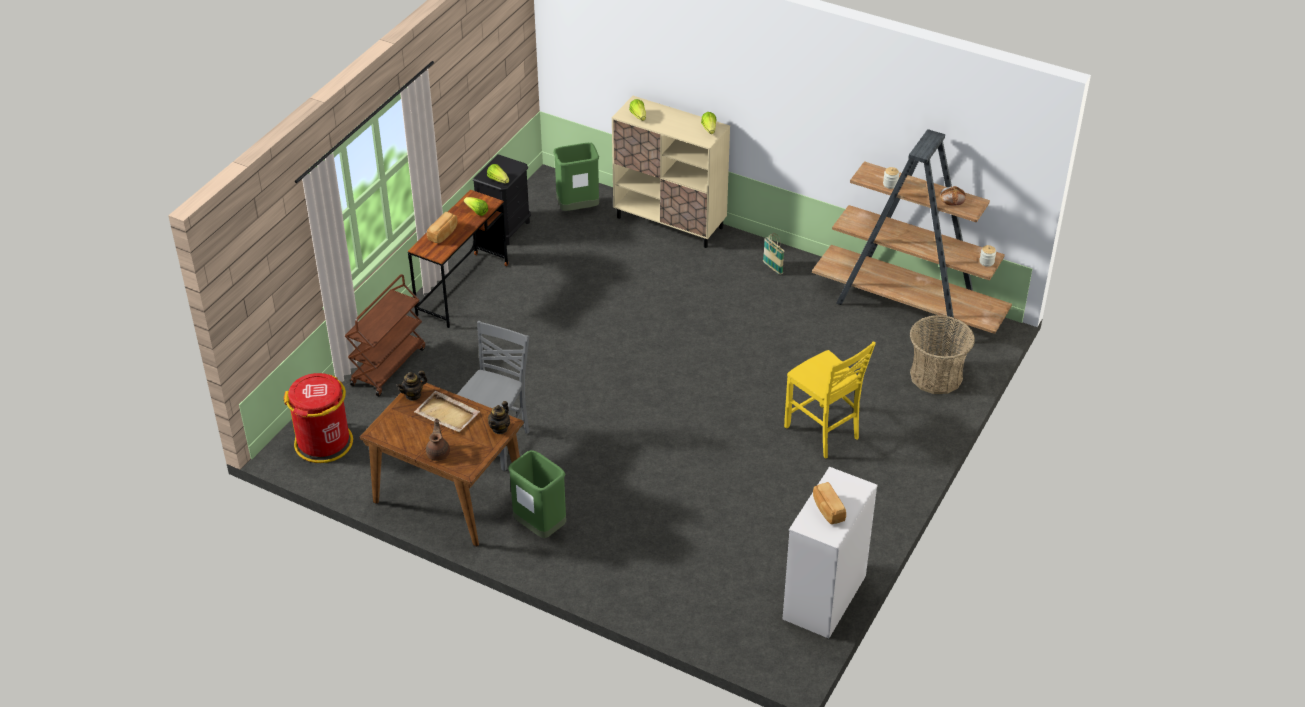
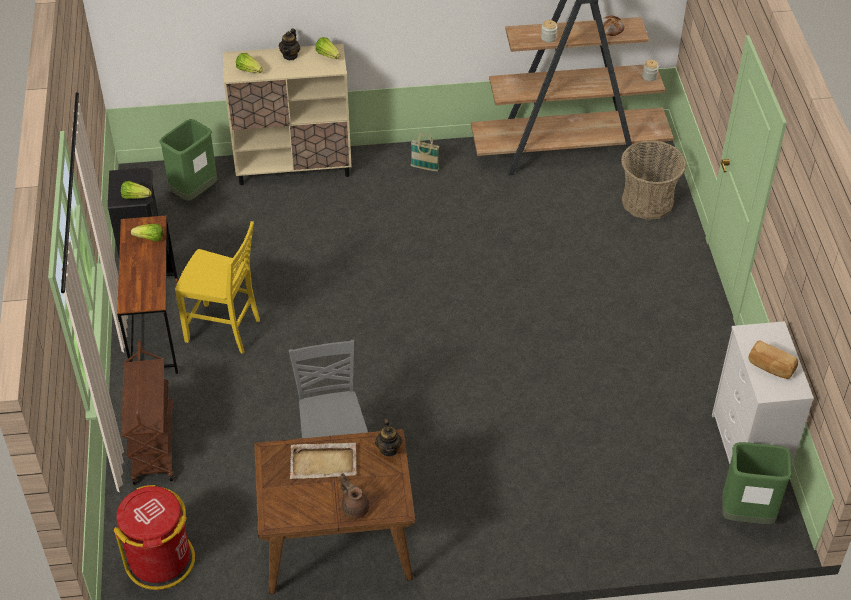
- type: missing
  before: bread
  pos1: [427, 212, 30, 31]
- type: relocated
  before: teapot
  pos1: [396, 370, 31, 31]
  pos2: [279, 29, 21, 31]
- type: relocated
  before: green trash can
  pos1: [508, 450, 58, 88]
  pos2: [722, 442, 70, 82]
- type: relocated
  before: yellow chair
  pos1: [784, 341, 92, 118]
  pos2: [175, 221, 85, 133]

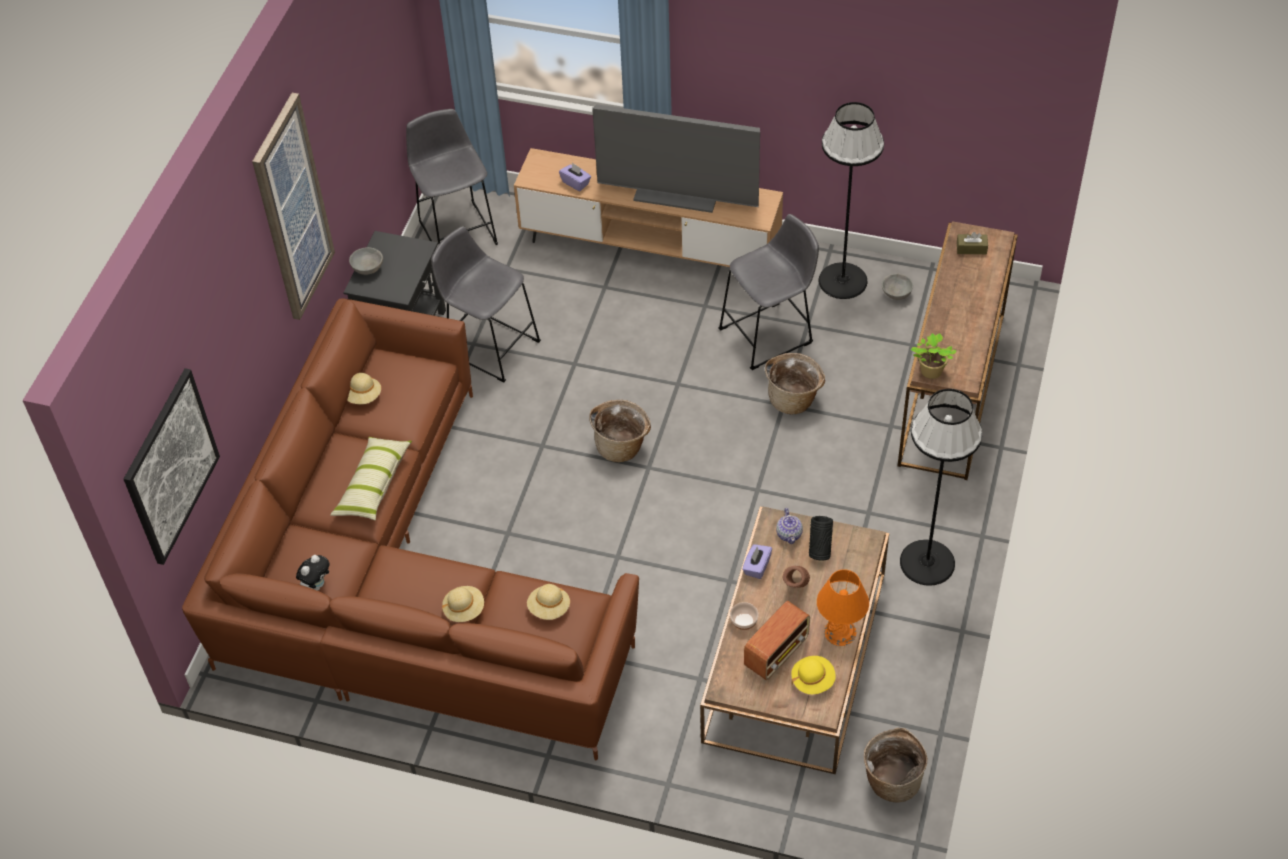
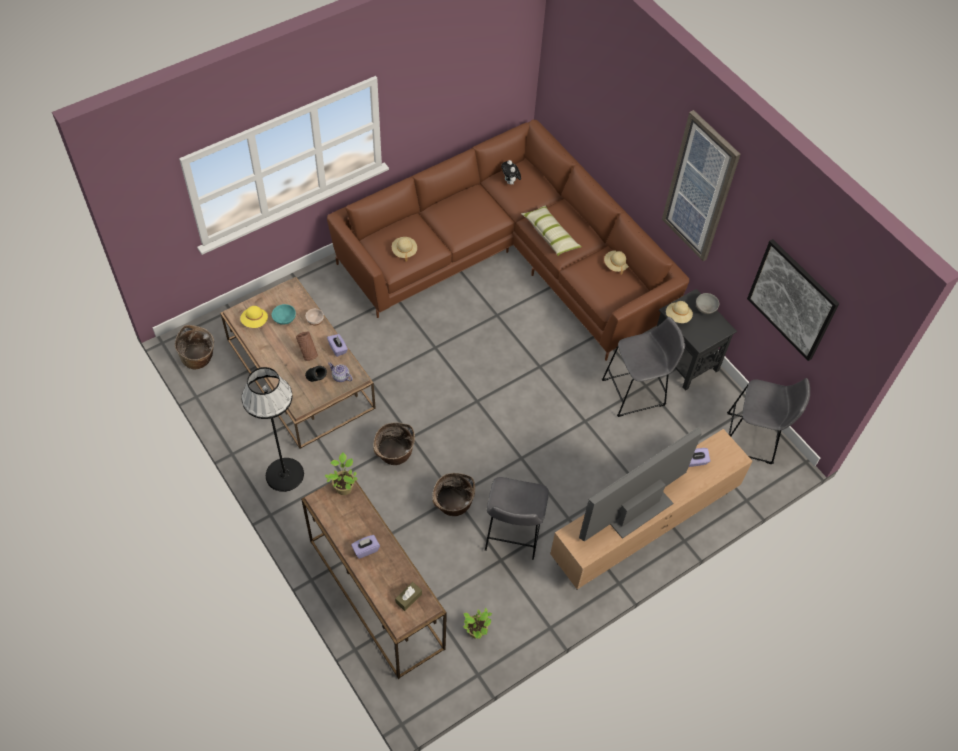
- type: missing
  before: orange table lamp
  pos1: [817, 569, 52, 77]
- type: missing
  before: black floor lamp
  pos1: [818, 102, 66, 197]
- type: appeared
  after: purple tissue box
  pos2: [351, 535, 29, 24]
- type: relocated
  before: picture
  pos1: [124, 368, 96, 197]
  pos2: [747, 239, 92, 122]
- type: relocated
  before: beige hat
  pos1: [442, 586, 42, 36]
  pos2: [666, 301, 27, 22]
- type: relocated
  before: basket
  pos1: [589, 400, 62, 62]
  pos2: [373, 423, 42, 42]
- type: exchanged
  before: radio
  after: turquoise bowl
  pos1: [744, 601, 66, 79]
  pos2: [271, 304, 25, 21]
- type: exchanged
  before: grey bowl
  after: potted plant
  pos1: [882, 273, 31, 27]
  pos2: [463, 608, 29, 31]

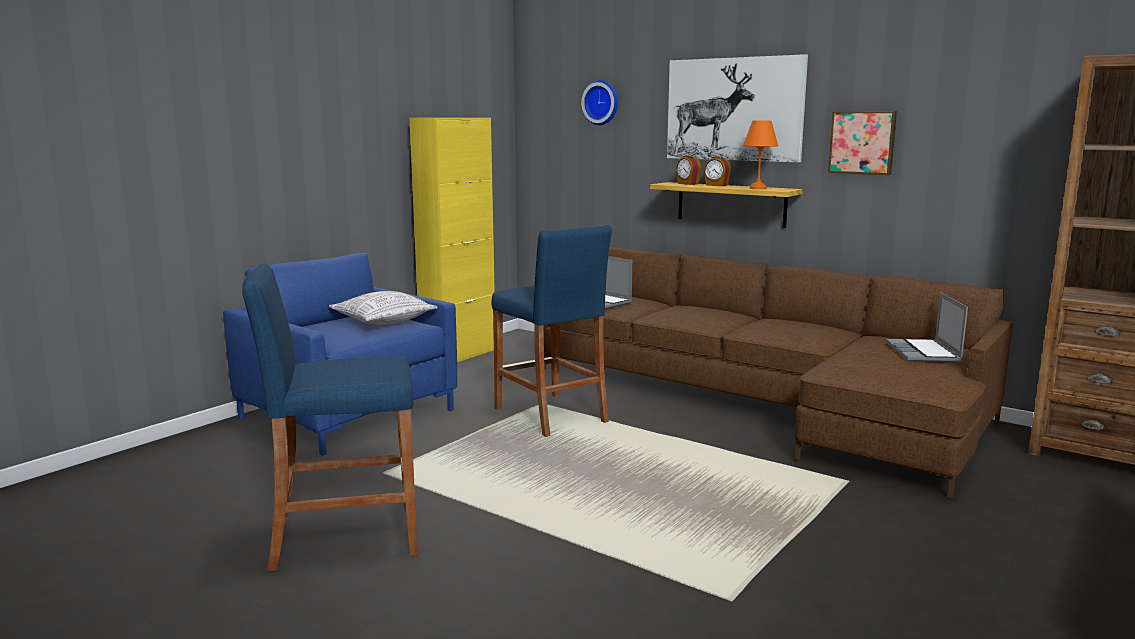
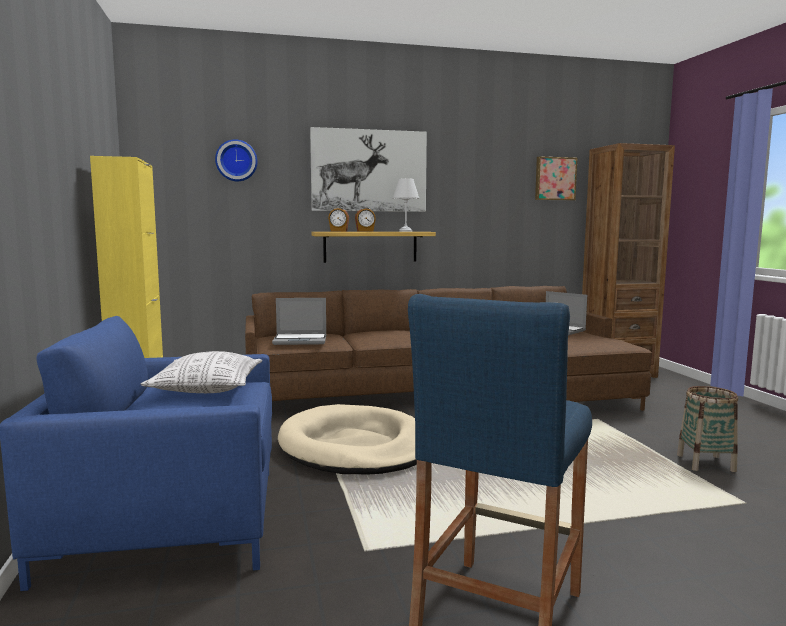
- type: appeared
  after: basket
  pos2: [677, 386, 61, 86]
- type: relocated
  before: picture
  pos1: [828, 111, 69, 64]
  pos2: [535, 156, 42, 44]
- type: exchanged
  before: blue stool
  after: beige dog bed
  pos1: [491, 225, 121, 212]
  pos2: [278, 404, 139, 70]
- type: colour
  before: orange table lamp
  after: white table lamp
  pos1: [743, 121, 35, 68]
  pos2: [393, 178, 26, 54]

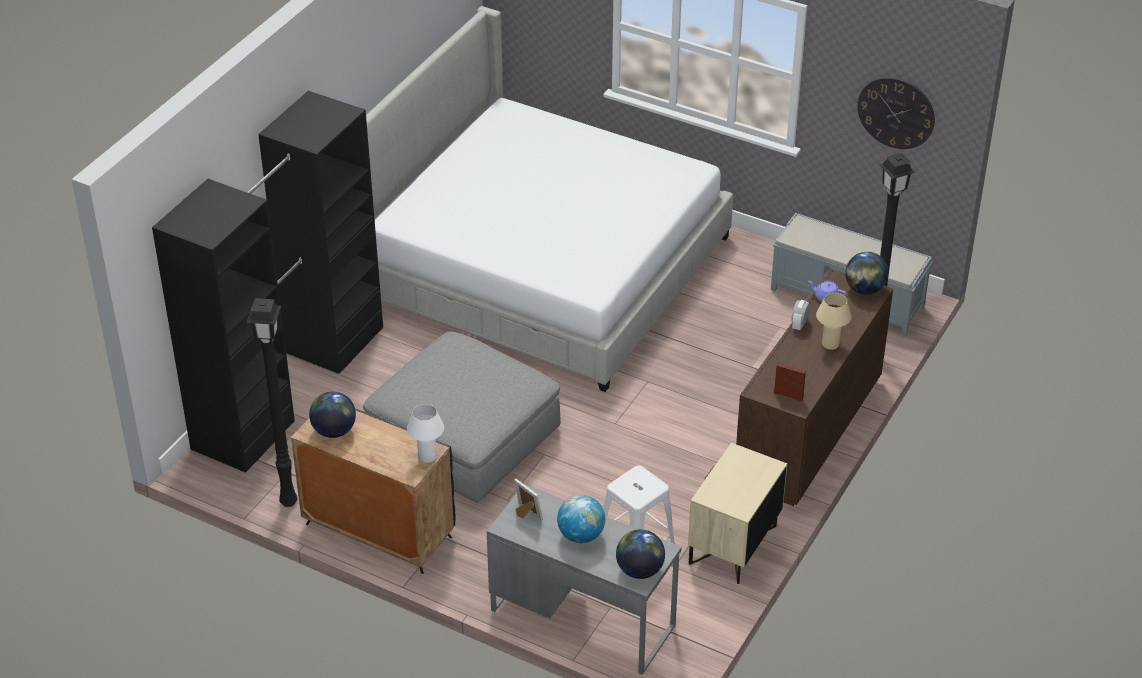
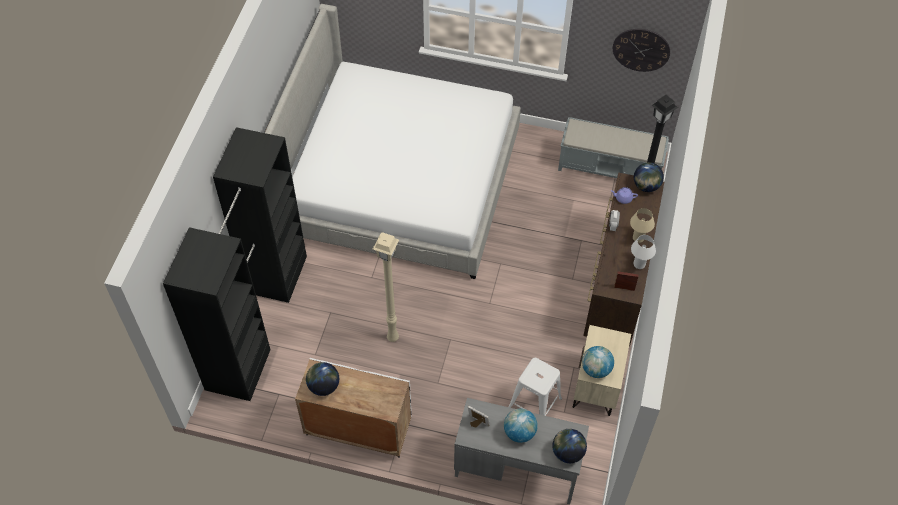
- type: missing
  before: black floor lamp
  pos1: [247, 298, 50, 209]
- type: appeared
  after: globe
  pos2: [582, 346, 32, 32]
- type: relocated
  before: white table lamp
  pos1: [407, 404, 37, 59]
  pos2: [631, 235, 25, 34]
- type: exchanged
  before: grey ottoman
  after: beige floor lamp
  pos1: [363, 331, 198, 171]
  pos2: [373, 232, 26, 110]
- type: colour
  before: black cabinet
  after: white cabinet
  pos1: [291, 408, 164, 166]
  pos2: [295, 358, 117, 100]

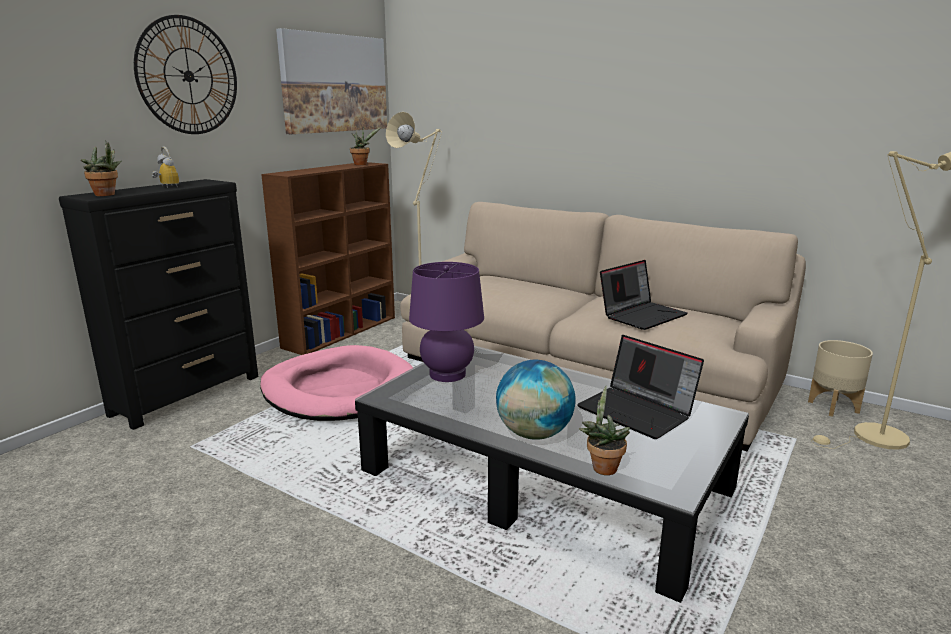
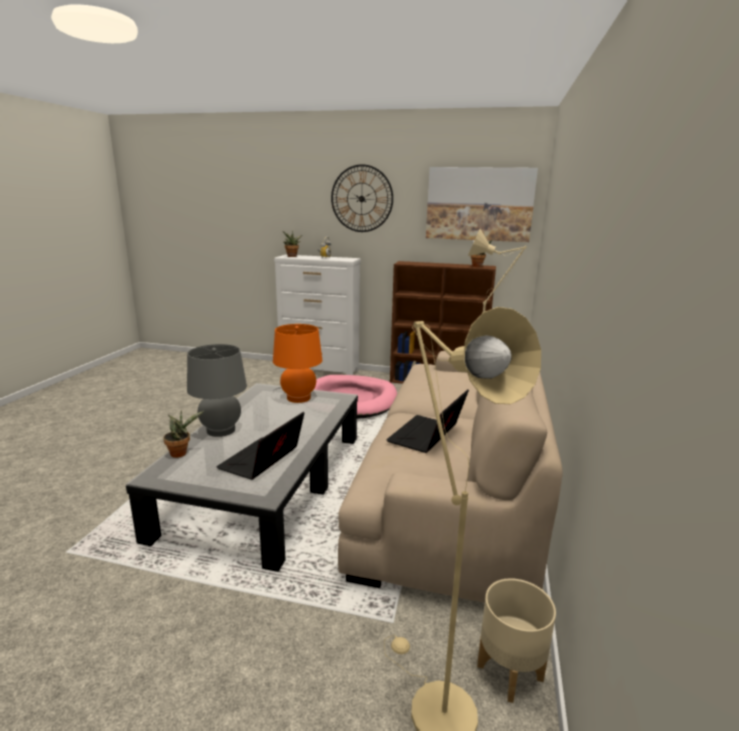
- type: exchanged
  before: globe
  after: grey table lamp
  pos1: [496, 360, 80, 80]
  pos2: [187, 344, 60, 93]
- type: colour
  before: black dresser
  after: white dresser
  pos1: [59, 179, 199, 251]
  pos2: [274, 255, 87, 120]
- type: colour
  before: purple table lamp
  after: orange table lamp
  pos1: [409, 262, 75, 120]
  pos2: [273, 324, 49, 79]
- type: spun
  before: laptop
  pos1: [600, 260, 88, 70]
  pos2: [386, 389, 83, 64]
  turn: 90

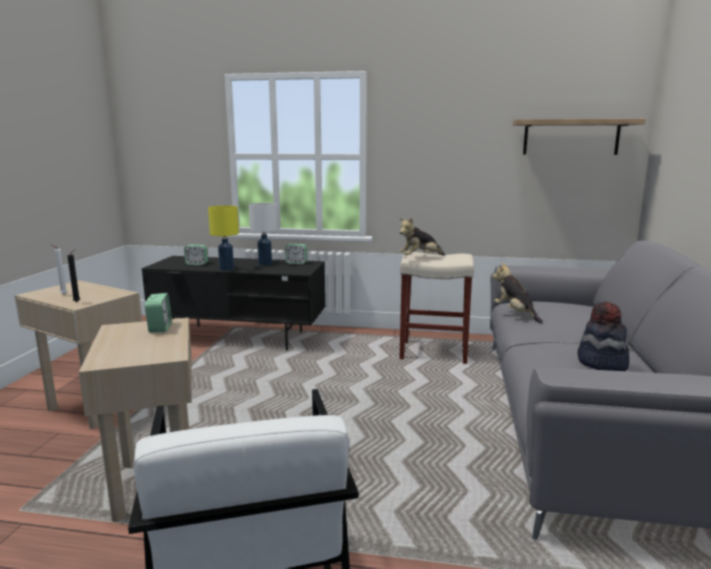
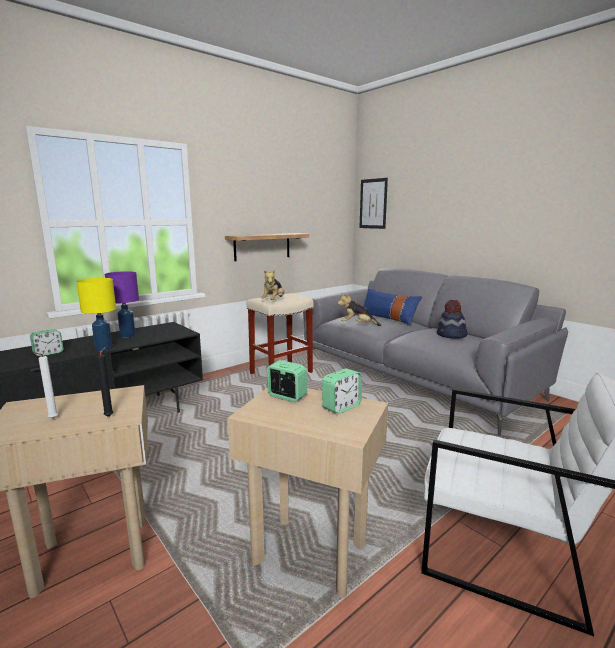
- type: appeared
  after: picture
  pos2: [359, 178, 29, 51]
- type: appeared
  after: blue pillow
  pos2: [363, 288, 59, 38]
- type: relocated
  before: alarm clock
  pos1: [285, 244, 22, 20]
  pos2: [322, 368, 40, 46]
- type: relocated
  before: shelf
  pos1: [513, 119, 133, 36]
  pos2: [225, 233, 84, 28]
- type: colour
  before: white table lamp
  after: purple table lamp
  pos1: [249, 203, 28, 62]
  pos2: [105, 271, 34, 66]

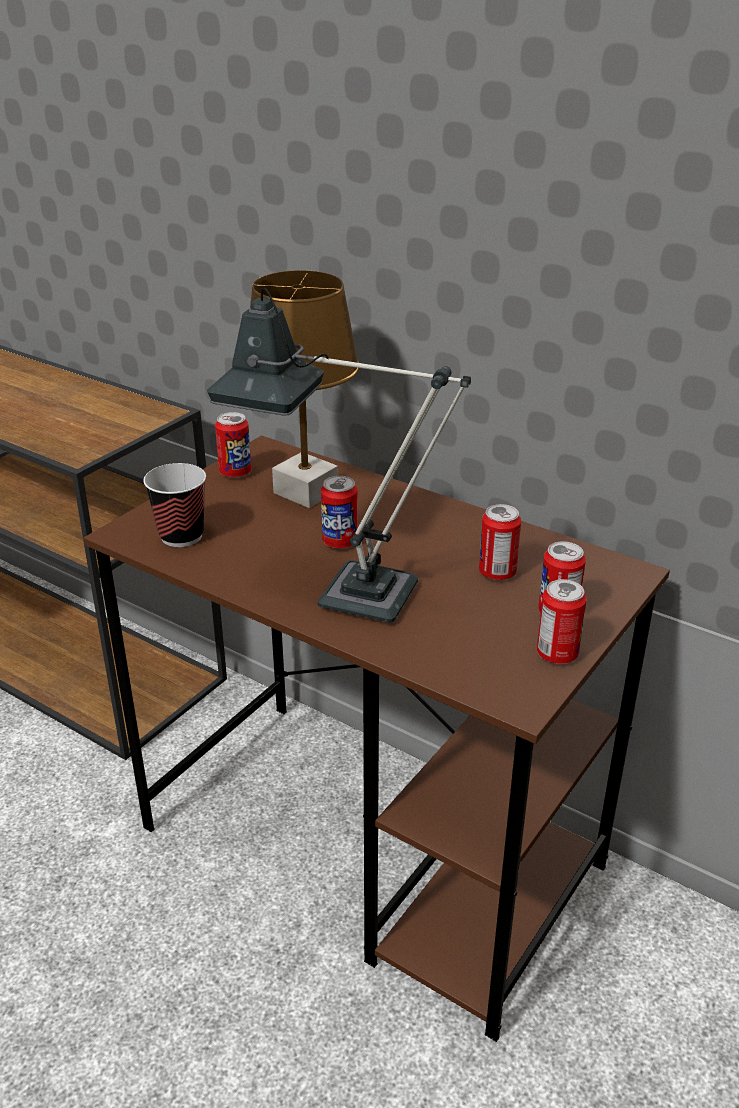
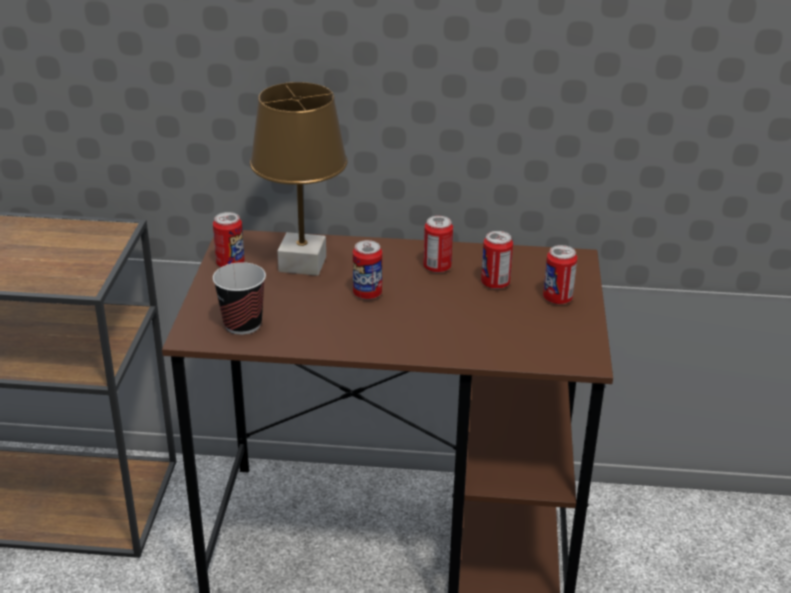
- type: missing
  before: table lamp
  pos1: [207, 287, 264, 335]
- type: relocated
  before: can
  pos1: [537, 579, 50, 85]
  pos2: [423, 216, 30, 57]

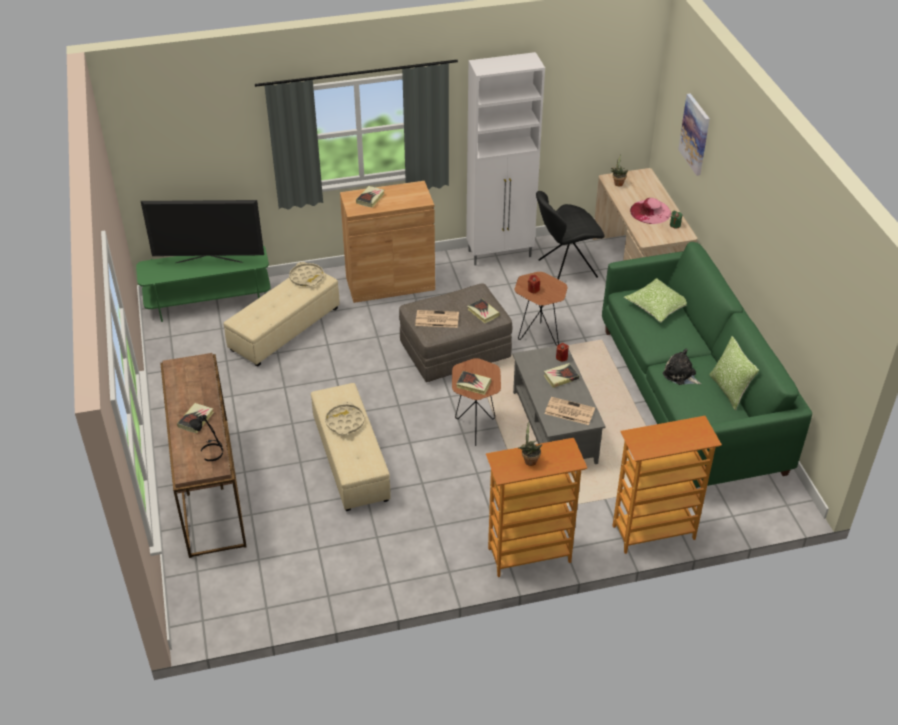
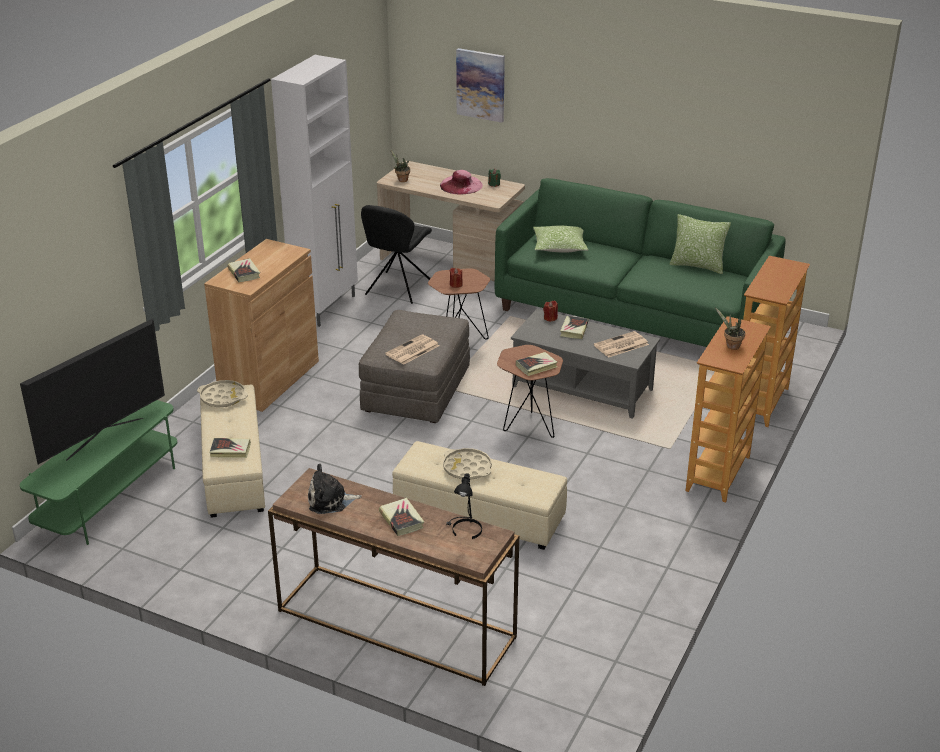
- type: relocated
  before: book
  pos1: [467, 298, 33, 25]
  pos2: [209, 438, 42, 20]
- type: relocated
  before: plush toy
  pos1: [663, 349, 38, 36]
  pos2: [308, 464, 54, 50]

